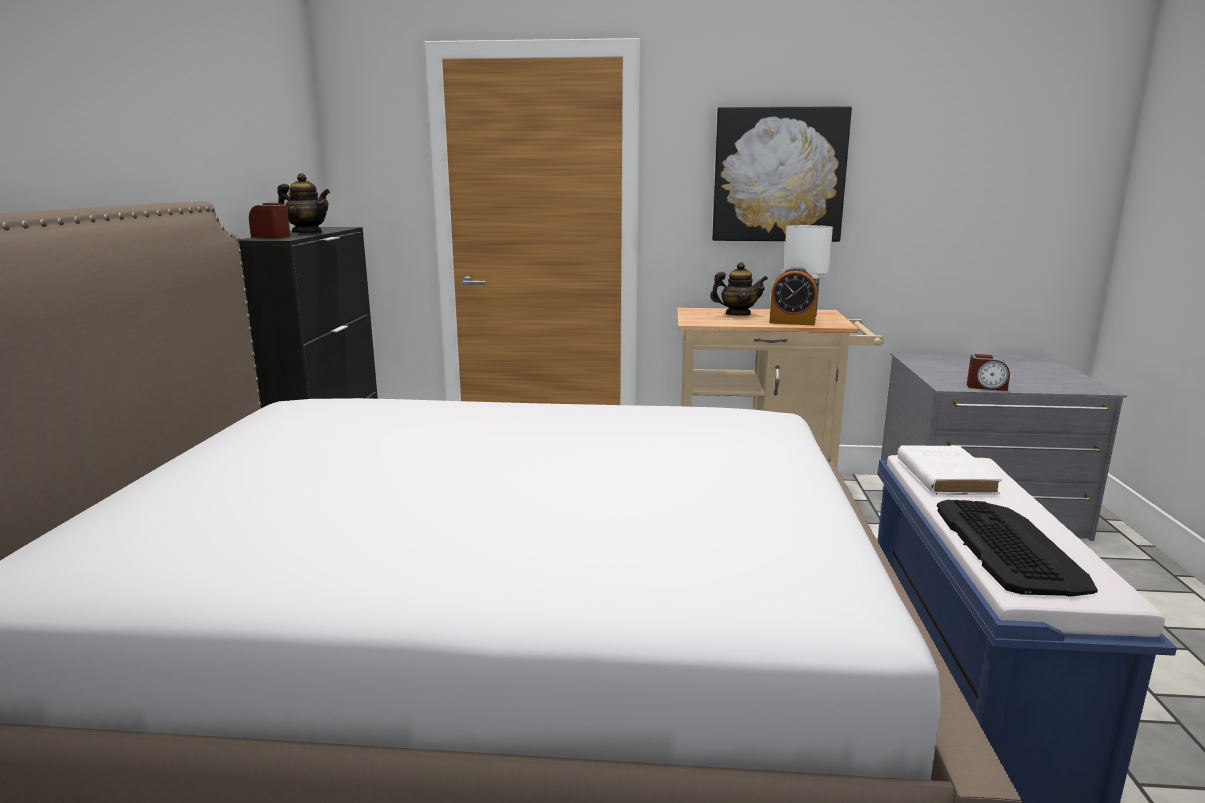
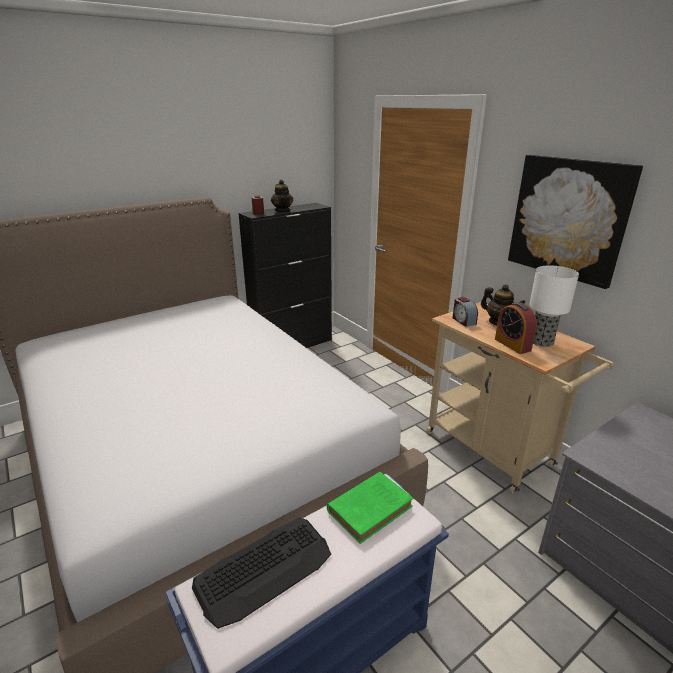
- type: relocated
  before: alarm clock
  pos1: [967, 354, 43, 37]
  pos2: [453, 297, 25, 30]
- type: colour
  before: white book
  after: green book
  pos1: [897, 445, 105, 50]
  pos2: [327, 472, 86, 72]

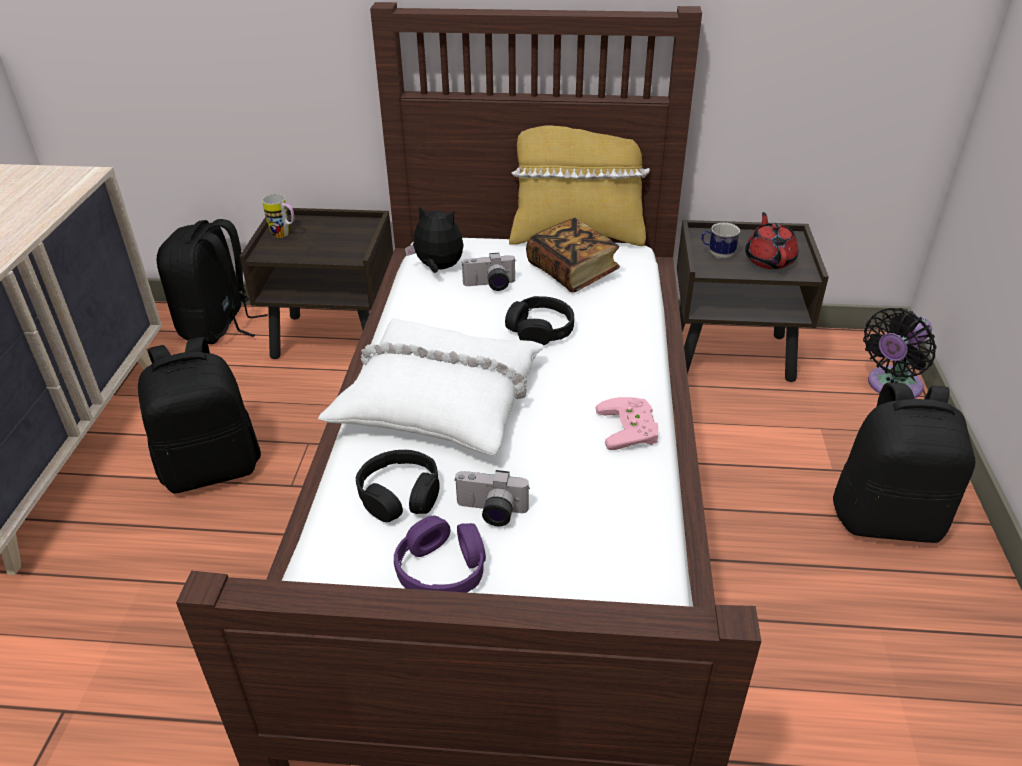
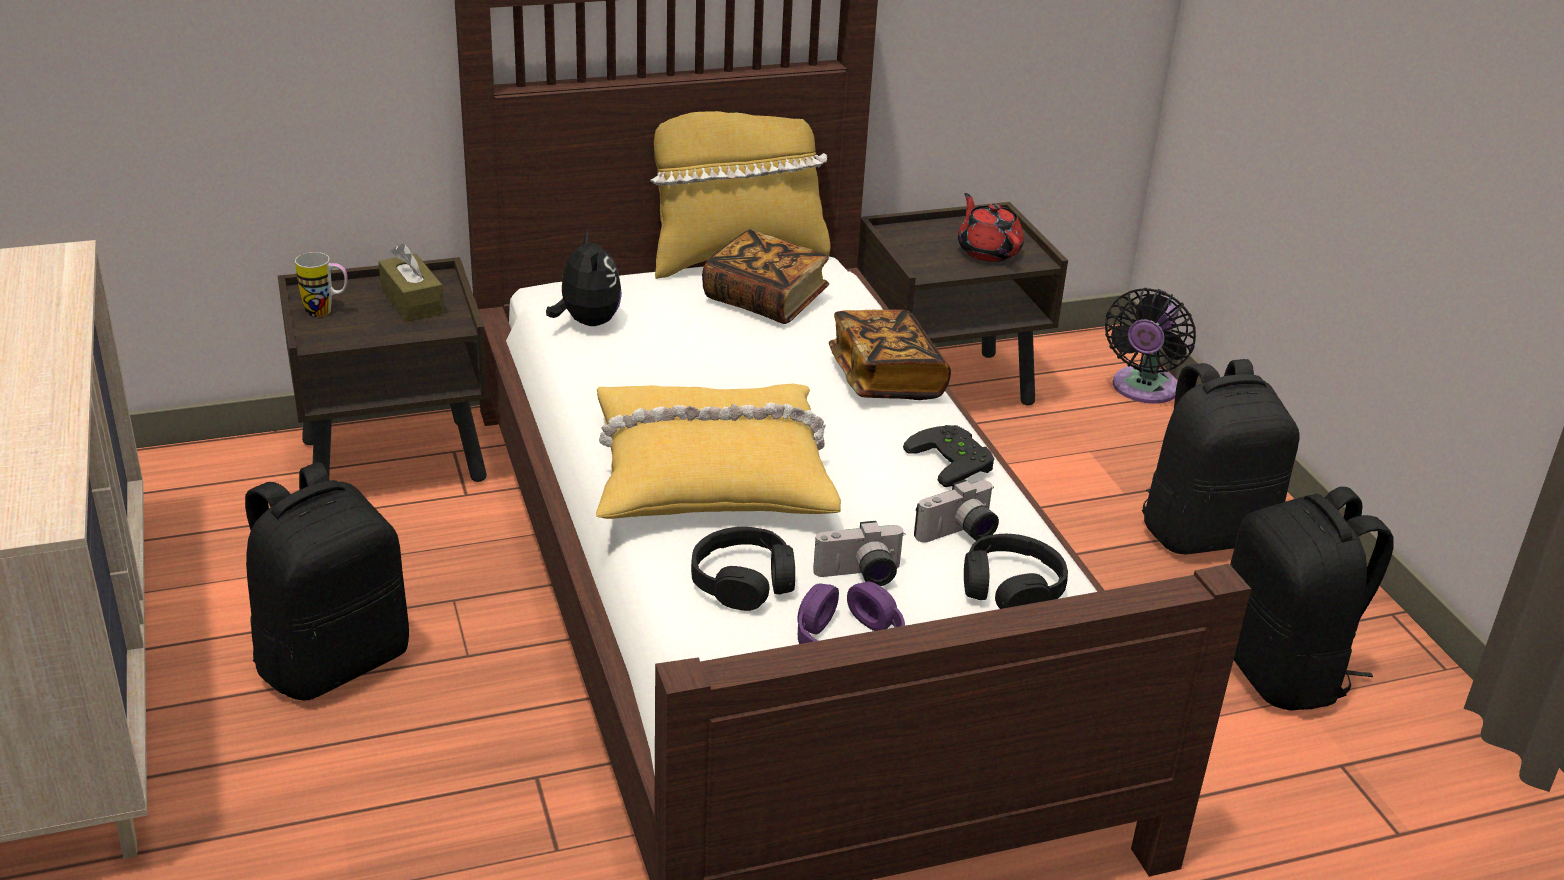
- type: missing
  before: mug
  pos1: [702, 223, 38, 36]
- type: appeared
  after: brown tissue box
  pos2: [379, 244, 65, 78]
- type: appeared
  after: book
  pos2: [829, 309, 122, 91]
- type: relocated
  before: black backpack
  pos1: [156, 219, 112, 125]
  pos2: [1230, 487, 164, 224]
- type: relocated
  before: photo camera
  pos1: [461, 253, 55, 38]
  pos2: [914, 479, 85, 64]
- type: relocated
  before: black headphones
  pos1: [505, 296, 69, 49]
  pos2: [964, 534, 104, 75]
- type: colour
  before: white pillow
  after: yellow pillow
  pos1: [318, 318, 226, 138]
  pos2: [596, 384, 245, 135]
- type: colour
  before: pink game controller
  after: black game controller
  pos1: [596, 397, 63, 53]
  pos2: [903, 425, 91, 62]
- type: spun
  before: plush toy
  pos1: [405, 205, 59, 68]
  pos2: [546, 228, 76, 98]
  turn: 75

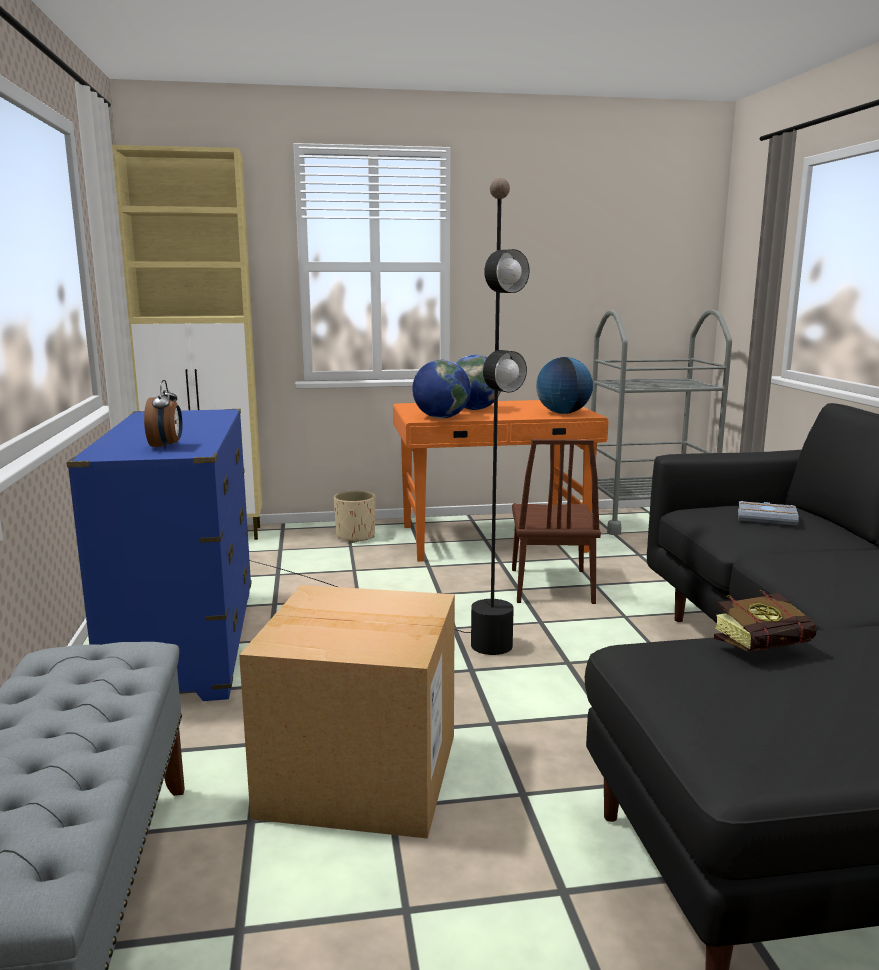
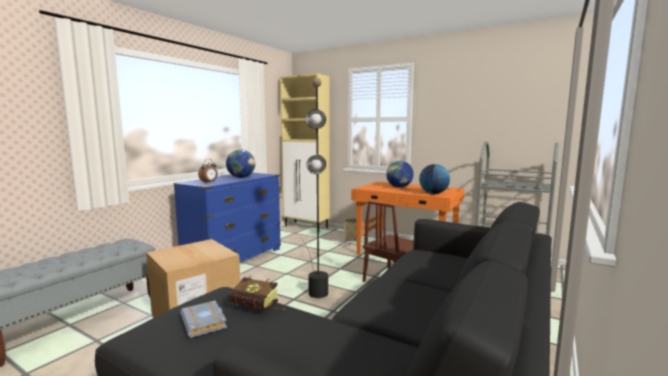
- type: relocated
  before: globe
  pos1: [412, 360, 59, 58]
  pos2: [226, 149, 29, 29]
- type: relocated
  before: grey book
  pos1: [738, 501, 61, 25]
  pos2: [180, 301, 47, 37]

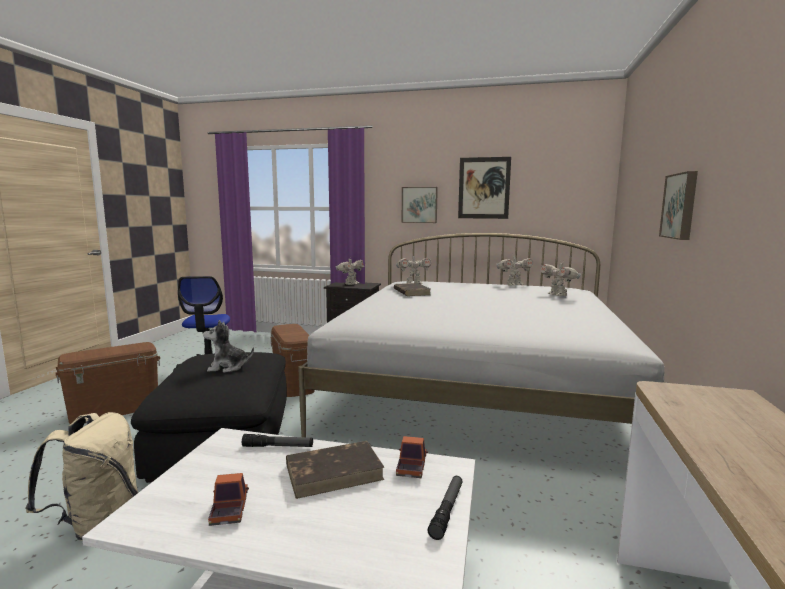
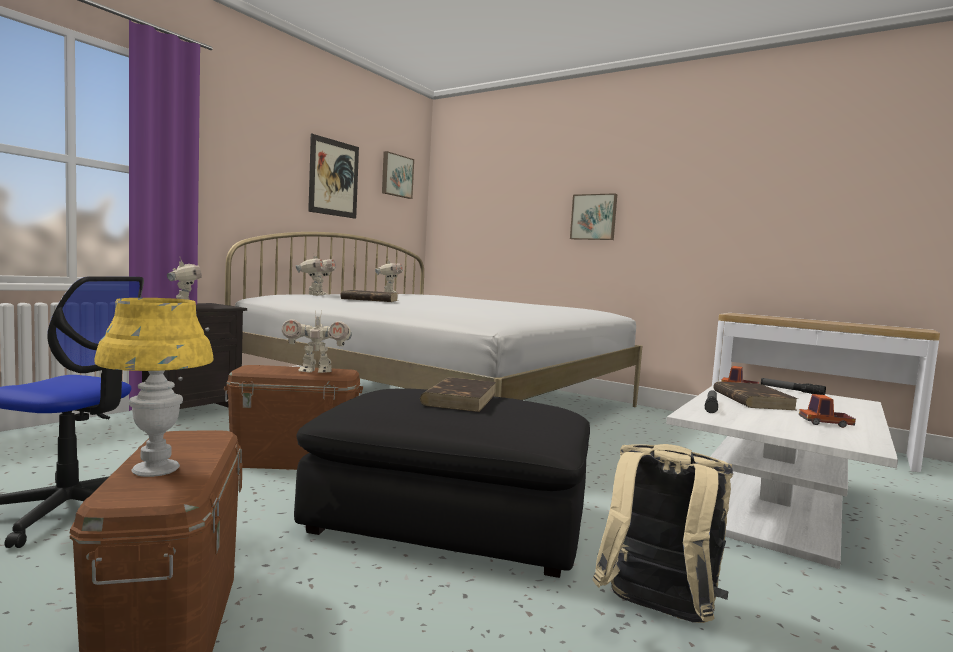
- type: appeared
  after: yellow table lamp
  pos2: [94, 298, 119, 179]
- type: relocated
  before: picture
  pos1: [402, 187, 36, 36]
  pos2: [382, 151, 32, 48]
- type: relocated
  before: toy robot
  pos1: [540, 261, 41, 36]
  pos2: [282, 311, 70, 62]
- type: exchanged
  before: plush toy
  after: brown book
  pos1: [203, 320, 51, 53]
  pos2: [420, 377, 76, 35]

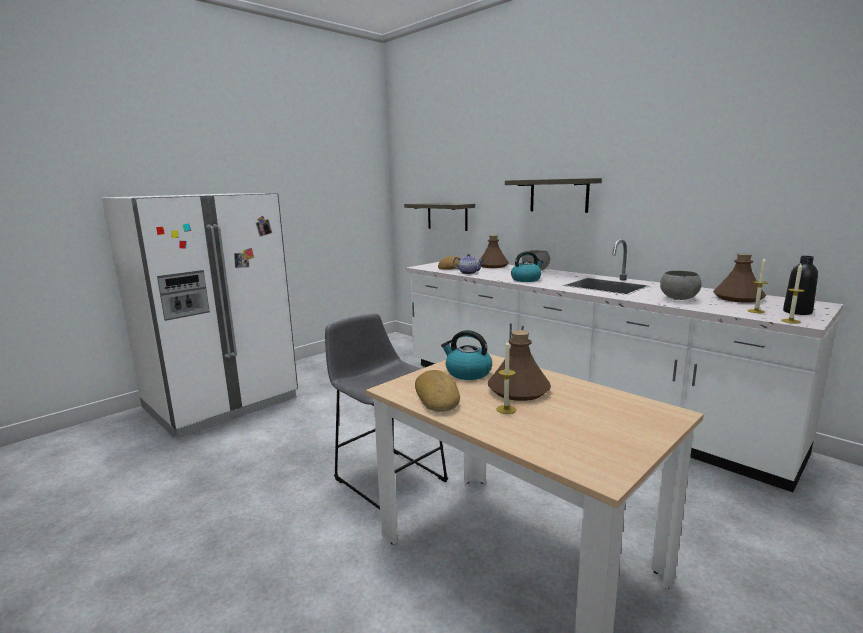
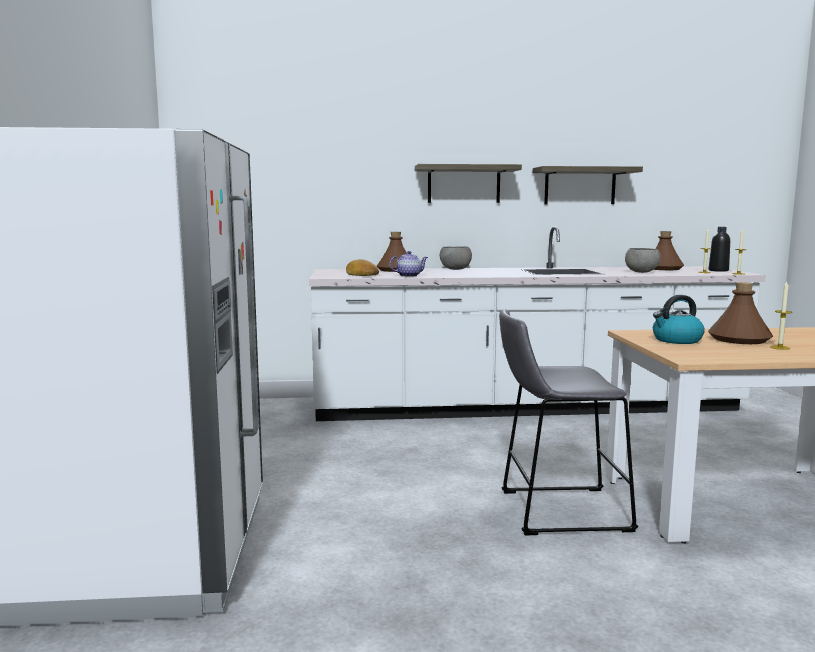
- type: missing
  before: bread
  pos1: [415, 370, 45, 42]
- type: missing
  before: kettle
  pos1: [511, 251, 33, 31]
- type: relocated
  before: shelf
  pos1: [404, 203, 71, 28]
  pos2: [533, 166, 110, 38]

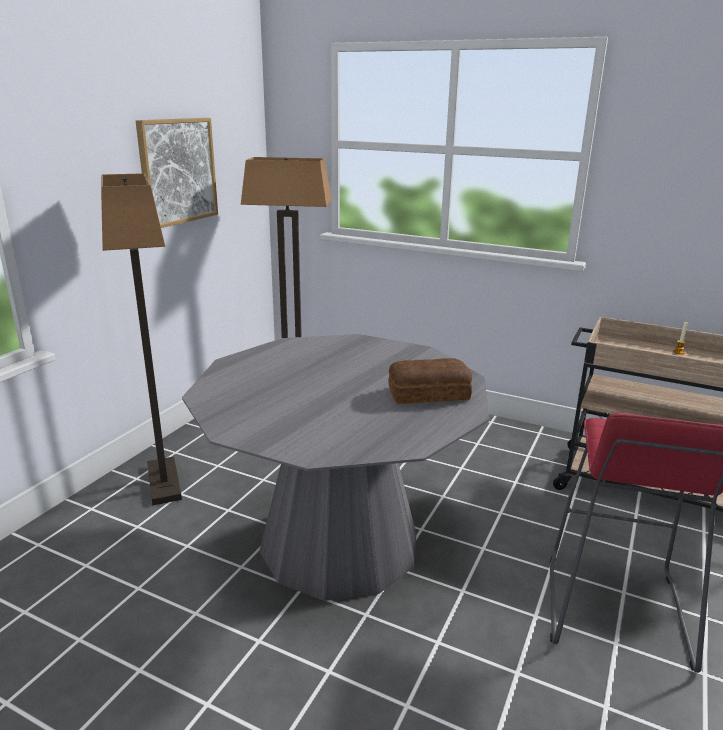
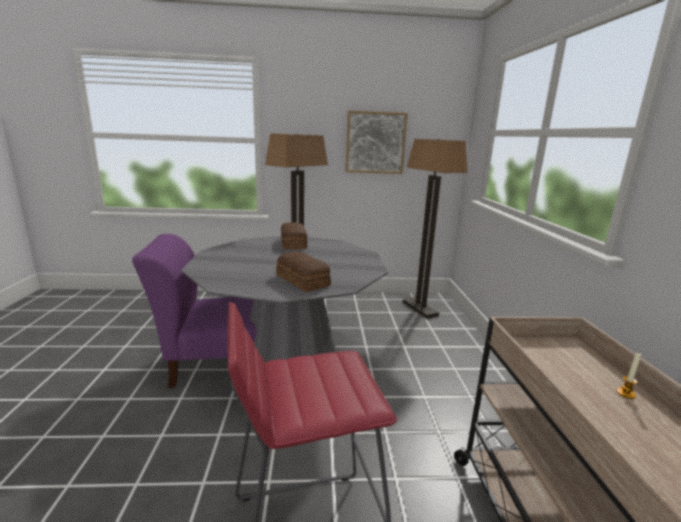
- type: appeared
  after: purple chair
  pos2: [132, 234, 125, 154]
- type: appeared
  after: bread
  pos2: [281, 222, 26, 27]

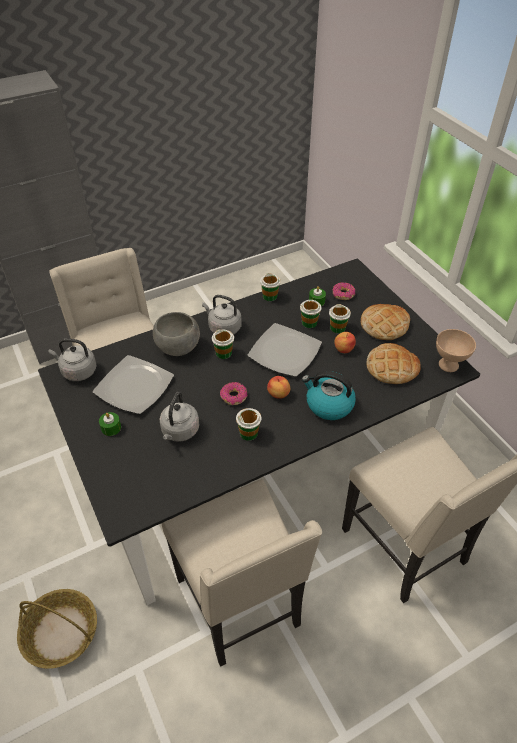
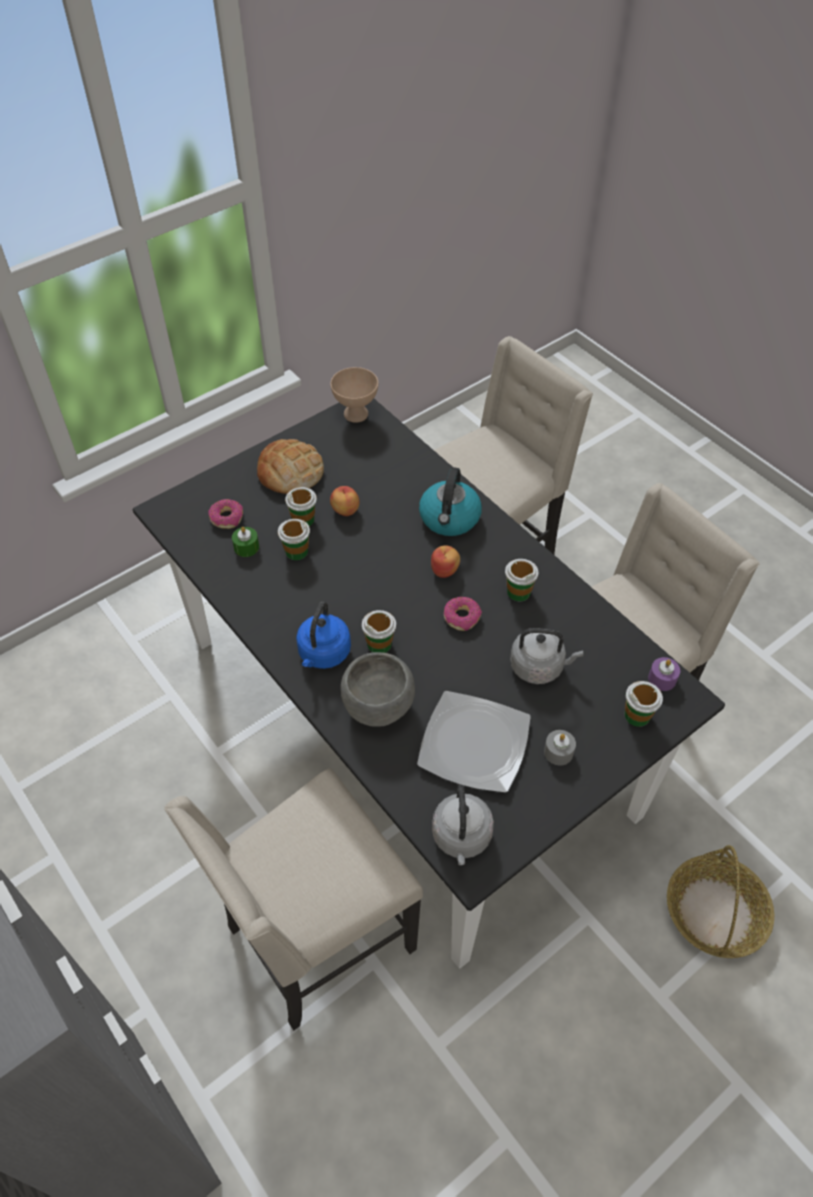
- type: missing
  before: plate
  pos1: [247, 323, 75, 54]
- type: missing
  before: bread
  pos1: [367, 343, 54, 41]
- type: appeared
  after: purple candle
  pos2: [648, 657, 32, 34]
- type: relocated
  before: cup
  pos1: [260, 273, 21, 28]
  pos2: [625, 681, 38, 46]
- type: colour
  before: green candle
  after: grey candle
  pos1: [99, 412, 22, 24]
  pos2: [544, 730, 32, 36]
- type: colour
  before: grey kettle
  after: blue kettle
  pos1: [202, 295, 40, 40]
  pos2: [296, 601, 55, 68]

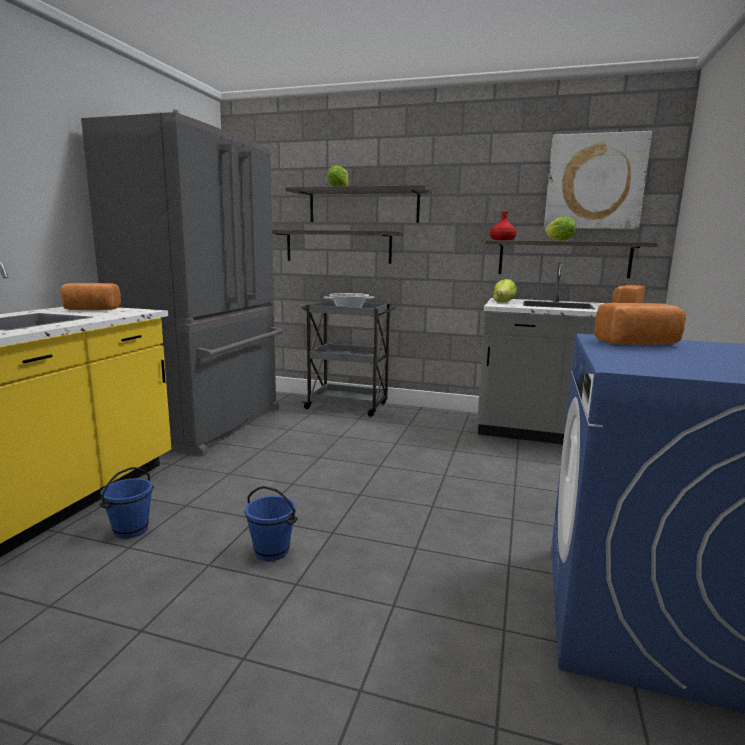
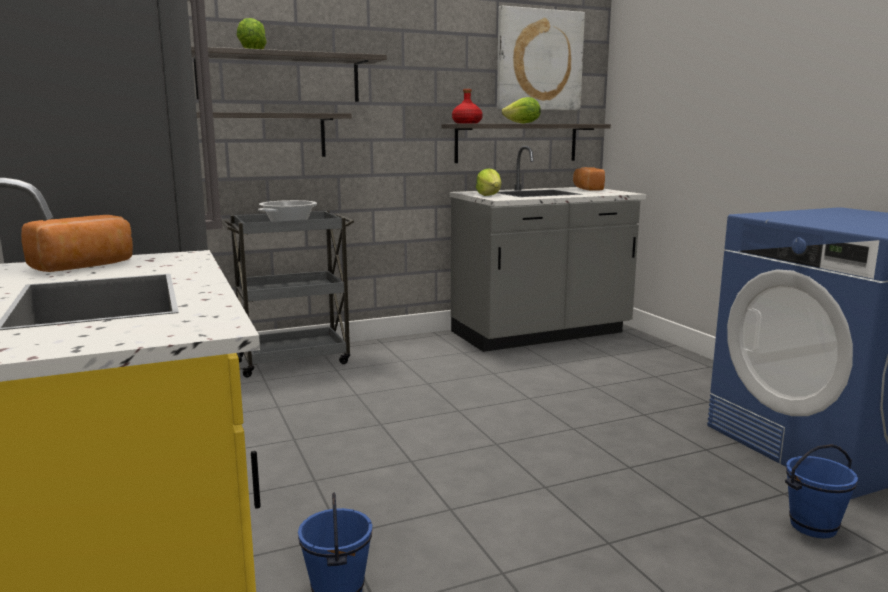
- type: missing
  before: bread
  pos1: [594, 303, 92, 42]
- type: relocated
  before: blue bucket
  pos1: [244, 486, 54, 75]
  pos2: [785, 444, 73, 95]

